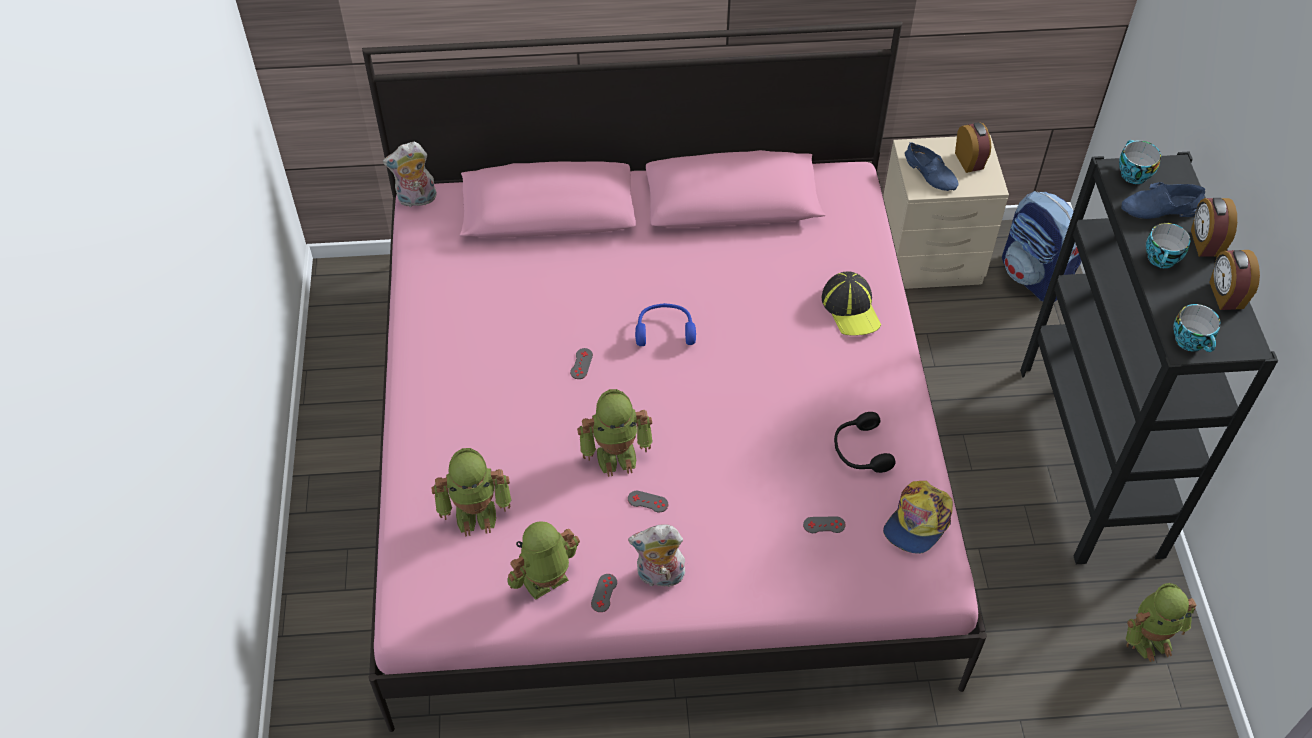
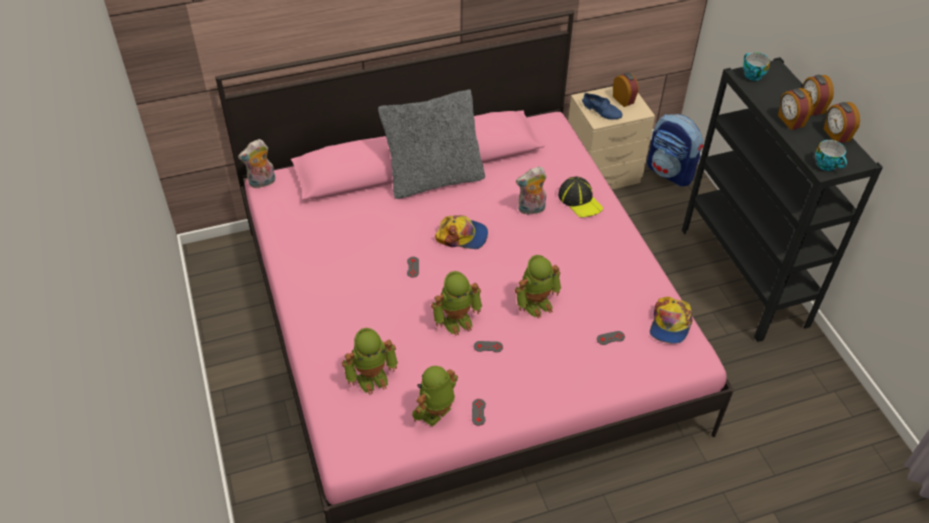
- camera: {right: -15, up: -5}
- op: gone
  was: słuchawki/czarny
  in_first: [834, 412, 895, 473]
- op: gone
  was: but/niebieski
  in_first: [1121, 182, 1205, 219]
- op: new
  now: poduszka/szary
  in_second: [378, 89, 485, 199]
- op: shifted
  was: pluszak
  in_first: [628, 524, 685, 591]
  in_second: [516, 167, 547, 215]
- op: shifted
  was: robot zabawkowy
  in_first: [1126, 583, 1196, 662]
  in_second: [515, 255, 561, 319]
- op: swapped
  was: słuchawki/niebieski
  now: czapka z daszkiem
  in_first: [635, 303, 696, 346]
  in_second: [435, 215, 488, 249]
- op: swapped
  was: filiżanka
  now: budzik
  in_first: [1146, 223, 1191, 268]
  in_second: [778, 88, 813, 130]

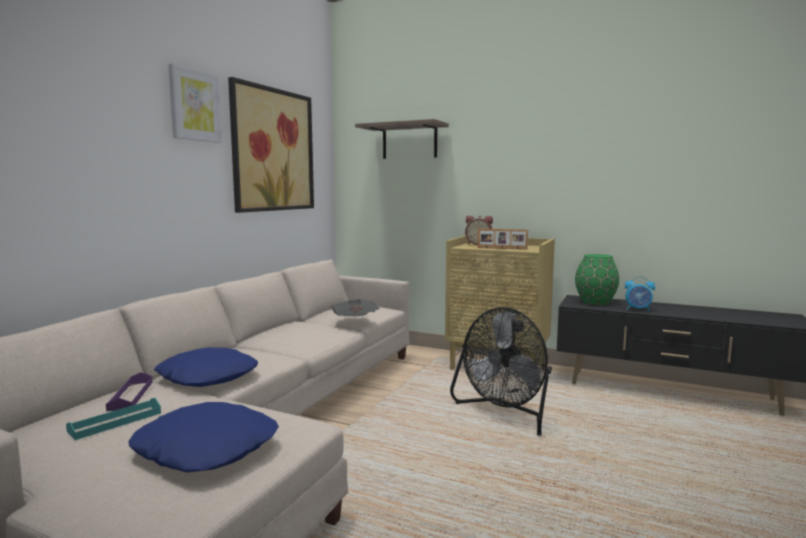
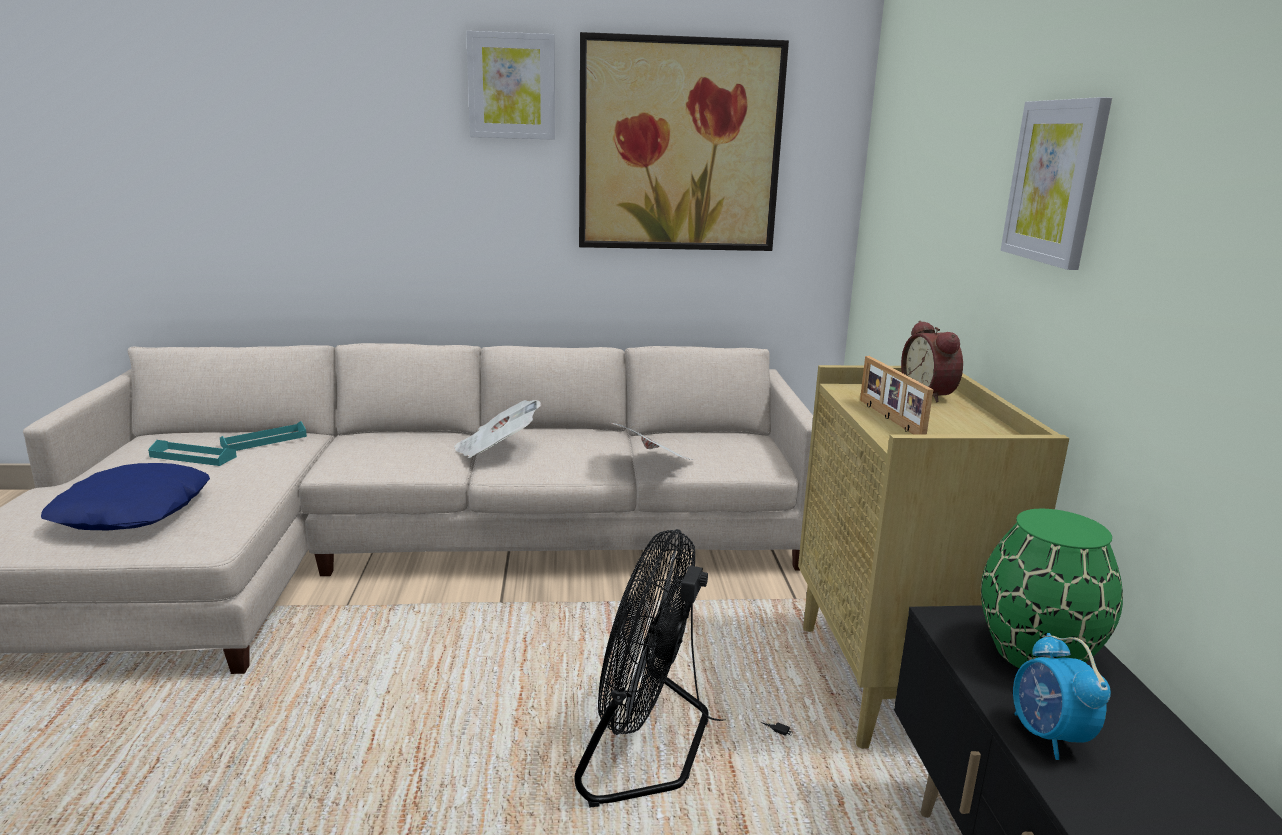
- camera: {right: 60, up: 10}
- op: gone
  was: poduszka/niebieski
  in_first: [154, 347, 258, 387]
- op: gone
  was: półka
  in_first: [355, 119, 449, 159]
- op: new
  now: gazeta
  in_second: [454, 400, 541, 458]
- op: new
  now: obraz
  in_second: [1001, 97, 1112, 270]
- op: repainted
  was: taca/fioletowy
  now: taca/turkusowy
  in_first: [106, 372, 153, 411]
  in_second: [220, 421, 307, 451]

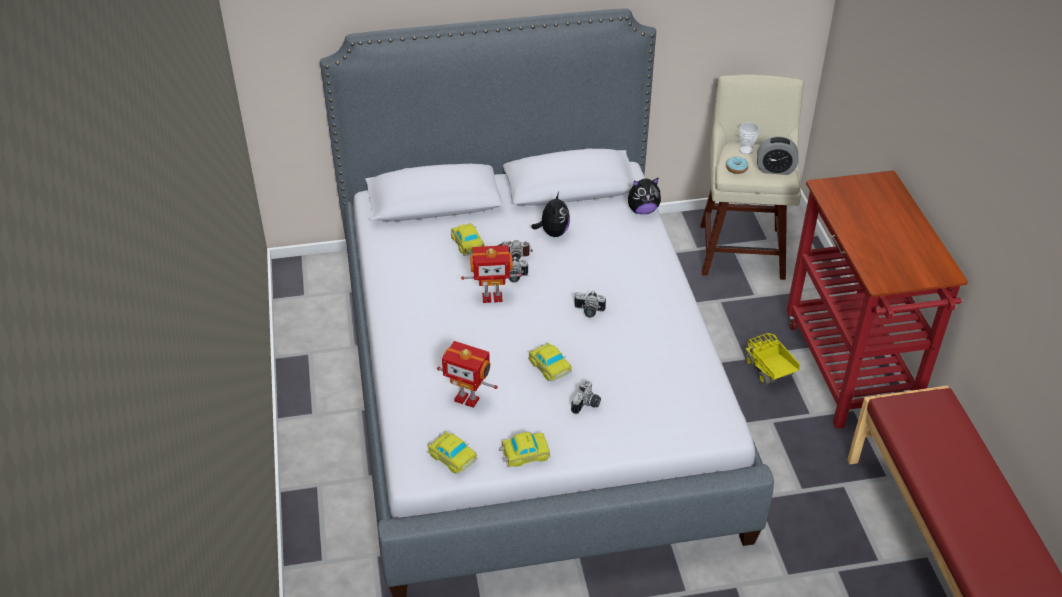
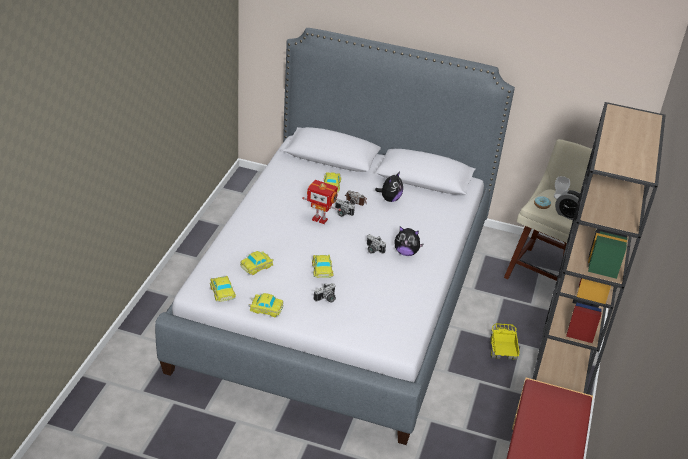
- camera: {right: 25, up: -5}
- op: shifted
  was: pluszak
  in_first: [628, 177, 661, 215]
  in_second: [395, 227, 423, 256]
- op: swapped
  was: robot zabawkowy
  now: samochodzik
  in_first: [437, 341, 498, 408]
  in_second: [240, 251, 274, 275]
- op: swapped
  was: wózek/czerwony
  now: regał
  in_first: [786, 171, 968, 429]
  in_second: [533, 102, 665, 394]

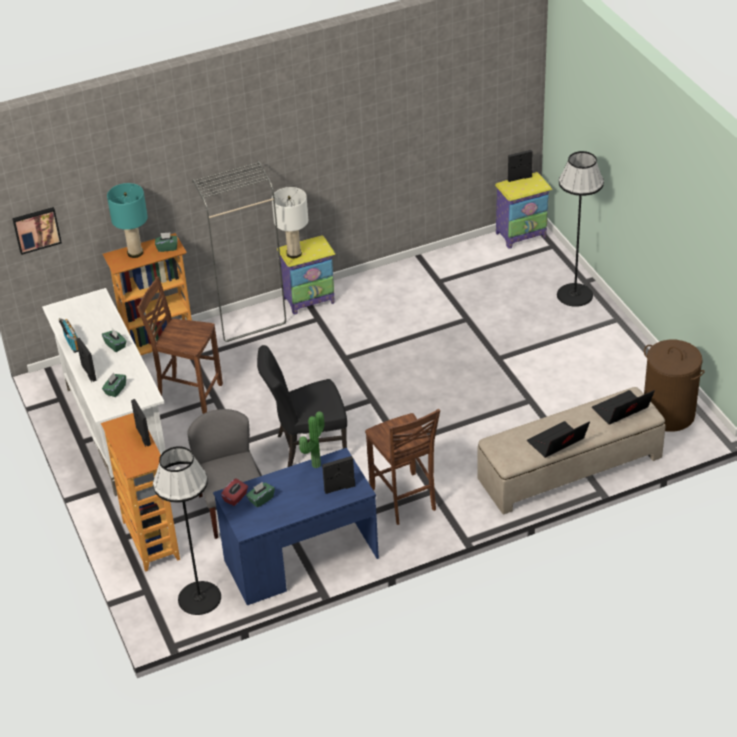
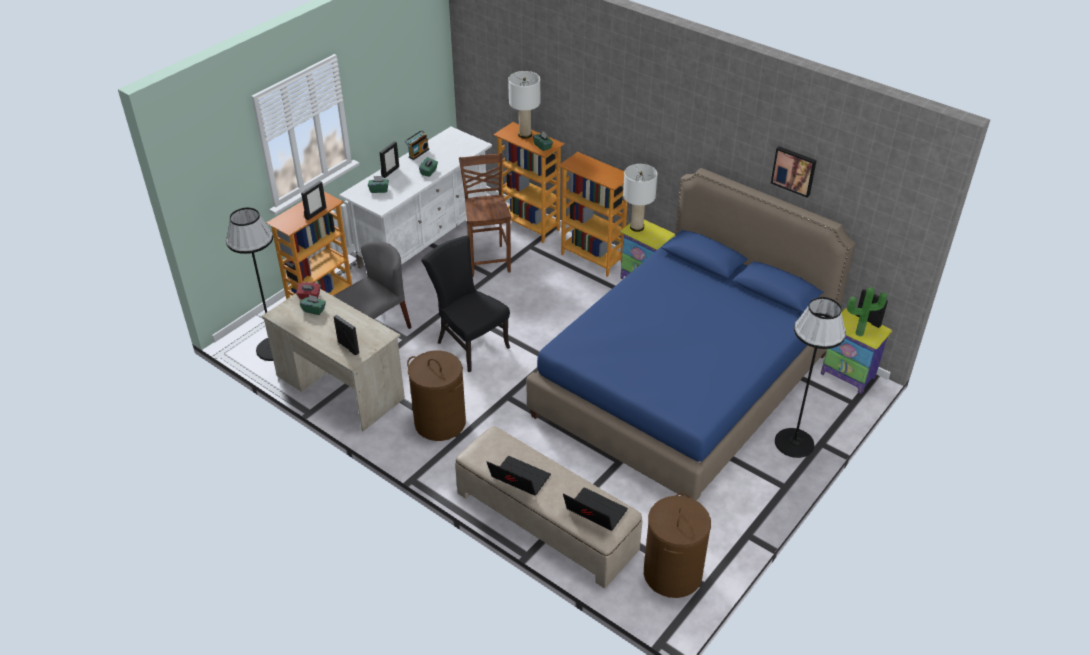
- camera: {right: 60, up: 0}
- op: new
  now: łóżko/niebieski
  in_second: [526, 168, 856, 501]
- op: shifted
  was: obraz
  in_first: [12, 207, 62, 255]
  in_second: [771, 146, 817, 198]
- op: shifted
  was: roślina doniczkowa
  in_first: [299, 411, 325, 468]
  in_second: [847, 288, 887, 336]
- op: swapped
  was: wieszak/szary
  now: regał
  in_first: [192, 160, 286, 342]
  in_second: [558, 152, 628, 277]
- op: swapped
  was: krzesło/brązowy
  now: kosz na pranie/brązowy
  in_first: [365, 409, 440, 525]
  in_second: [407, 350, 466, 441]
- op: repainted
  was: lampa stołowa/turkusowy
  now: lampa stołowa/biały
  in_first: [107, 183, 148, 258]
  in_second: [508, 71, 540, 139]
- op: repainted
  was: biurko/niebieski
  now: biurko/beżowy
  in_first: [213, 448, 379, 605]
  in_second: [262, 289, 405, 431]

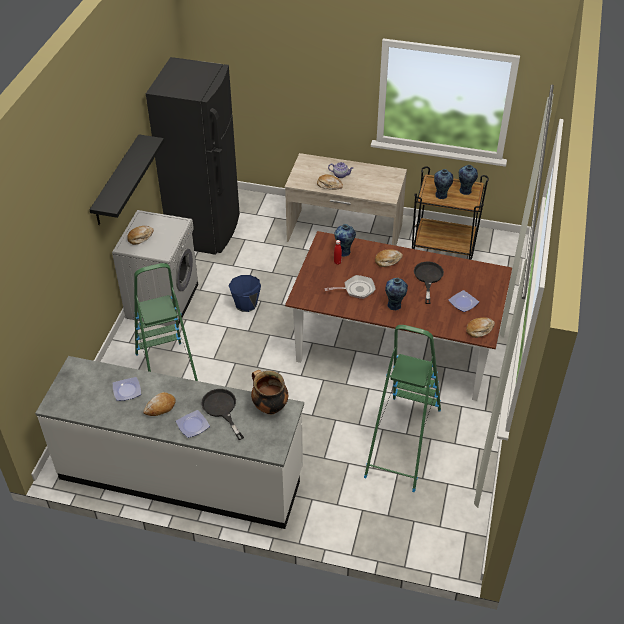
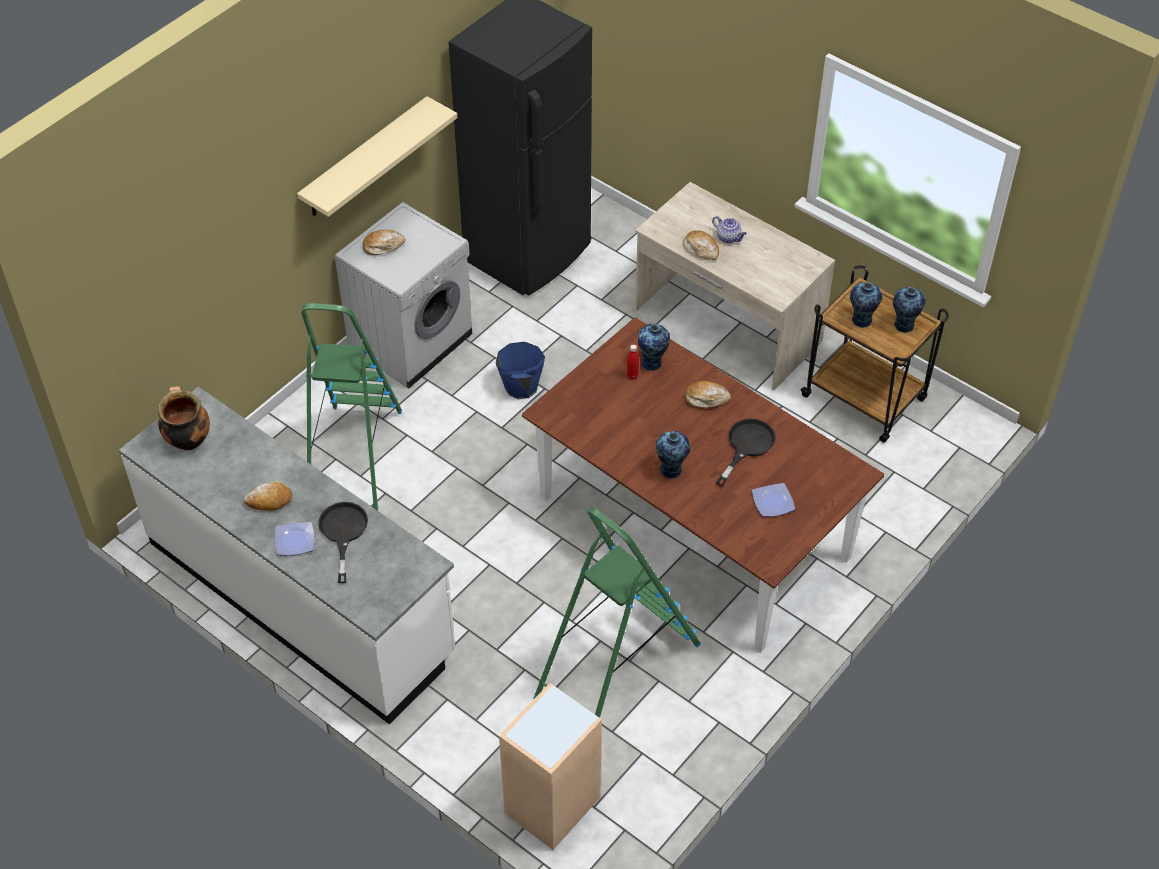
- camera: {right: 25, up: 5}
- op: gone
  was: talerz
  in_first: [113, 377, 141, 401]
- op: gone
  was: patelnia
  in_first: [324, 275, 376, 299]
- op: gone
  was: chleb
  in_first: [466, 317, 495, 338]
- op: new
  now: regał
  in_second: [499, 683, 602, 850]
- op: shifted
  was: garnek
  in_first: [251, 370, 288, 414]
  in_second: [158, 386, 210, 451]
- op: repainted
  was: półka/czarny
  now: półka/beżowy
  in_first: [89, 134, 164, 225]
  in_second: [297, 96, 457, 217]

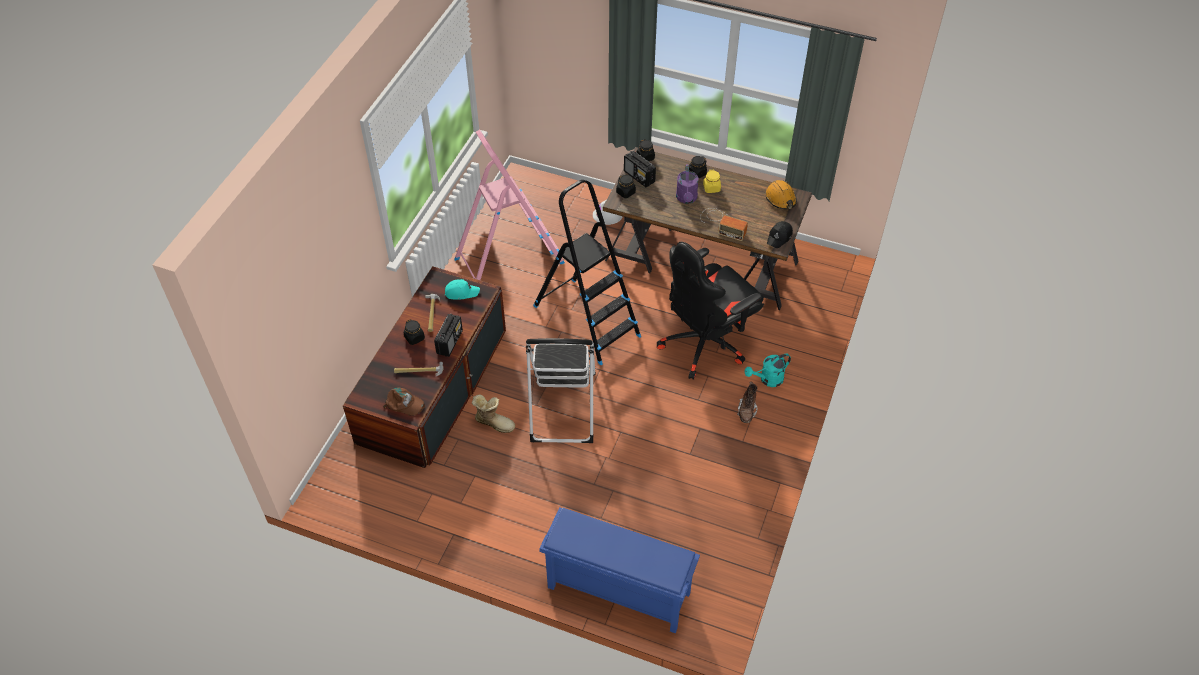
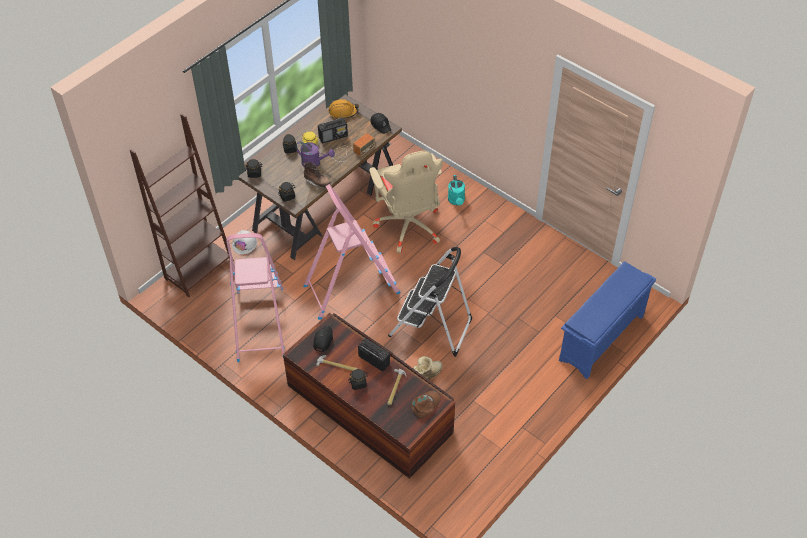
- camera: {right: -70, up: 0}
- op: new
  now: regał/brązowy
  in_second: [130, 113, 234, 297]
- op: shifted
  was: radio
  in_first: [624, 151, 656, 187]
  in_second: [318, 118, 348, 143]
- op: shifted
  was: but z cholewką/brązowy
  in_first: [737, 381, 757, 423]
  in_second: [303, 162, 331, 188]
- op: repainted
  was: czapka z daszkiem/turkusowy
  now: czapka z daszkiem/czarny
  in_first: [445, 279, 480, 300]
  in_second: [313, 326, 333, 352]
- op: repainted
  was: drabinka/czarny
  now: drabinka/różowy
  in_first: [533, 180, 641, 365]
  in_second: [303, 184, 401, 320]
- op: repainted
  was: krzesło biurowe/czarny
  now: krzesło biurowe/beżowy
  in_first: [657, 242, 764, 379]
  in_second: [369, 151, 443, 254]

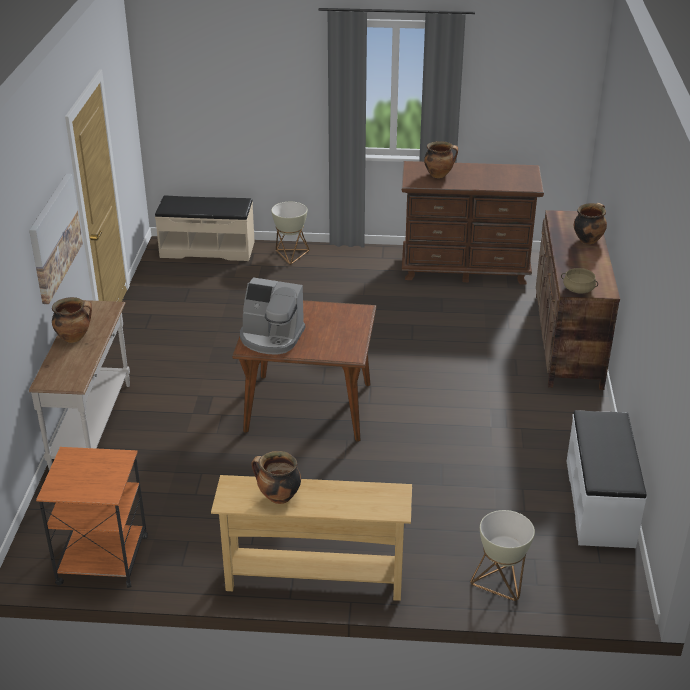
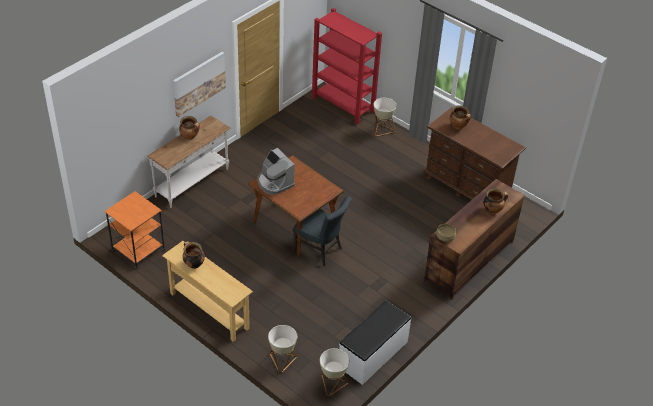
- camera: {right: 35, up: 10}
- op: new
  now: krzesło/szary
  in_second: [293, 196, 352, 266]
- op: new
  now: donica
  in_second: [320, 348, 349, 396]
- op: swapped
  was: ławka/beżowy
  now: regał/czerwony
  in_first: [155, 195, 255, 261]
  in_second: [312, 8, 382, 124]

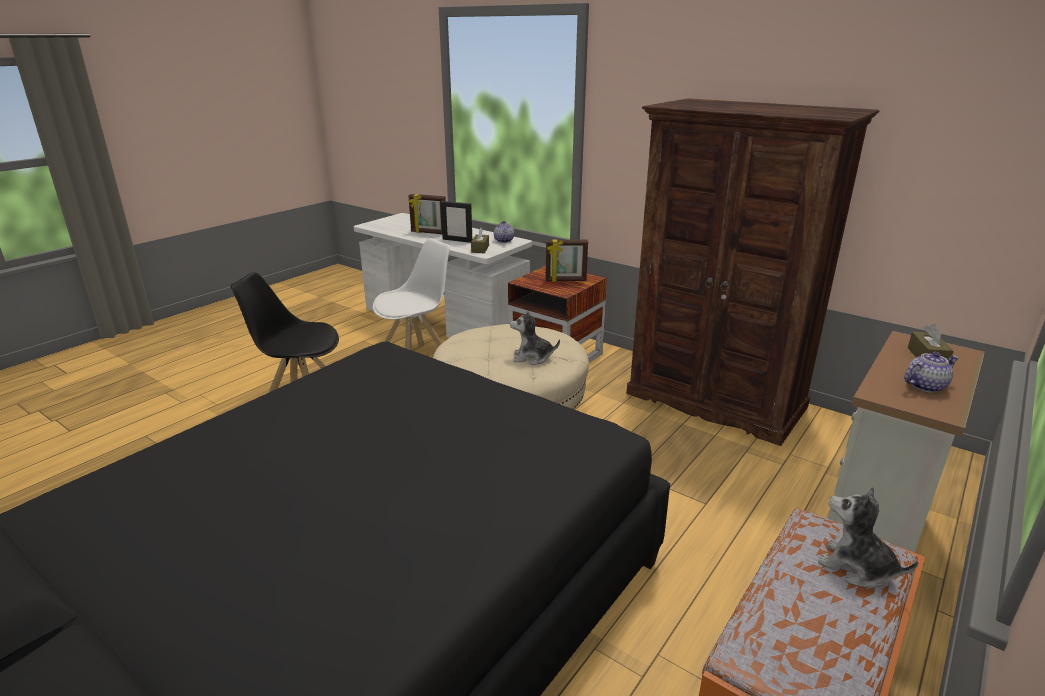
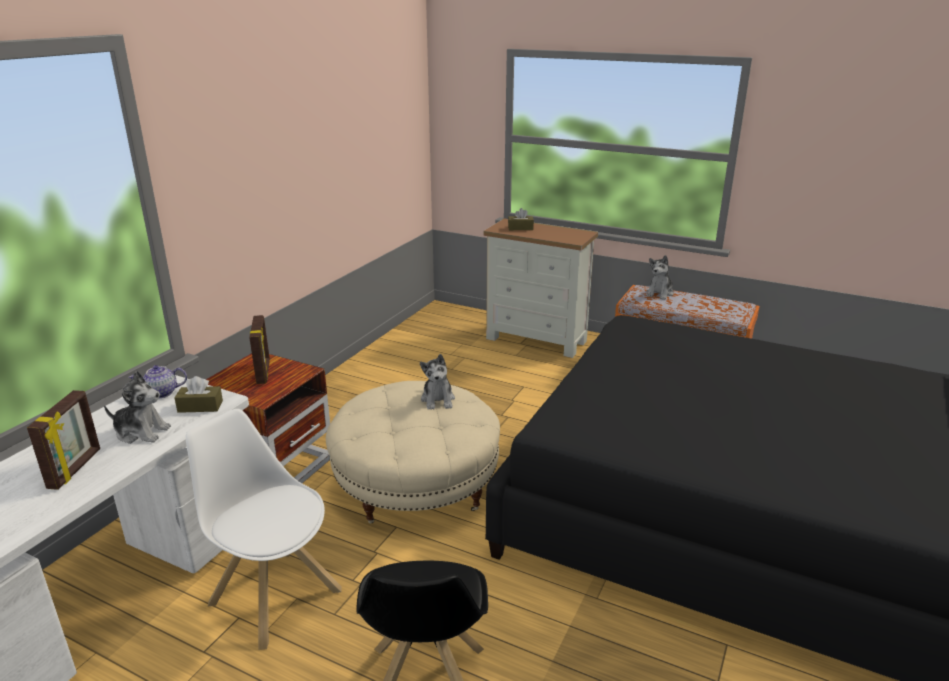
- camera: {right: -100, up: 0}
- op: gone
  was: szafa/brązowy
  in_first: [627, 98, 880, 446]
- op: gone
  was: imbryk
  in_first: [904, 352, 959, 393]
- op: swapped
  was: ramka na zdjęcie
  now: pluszak
  in_first: [441, 201, 472, 243]
  in_second: [104, 371, 171, 444]

